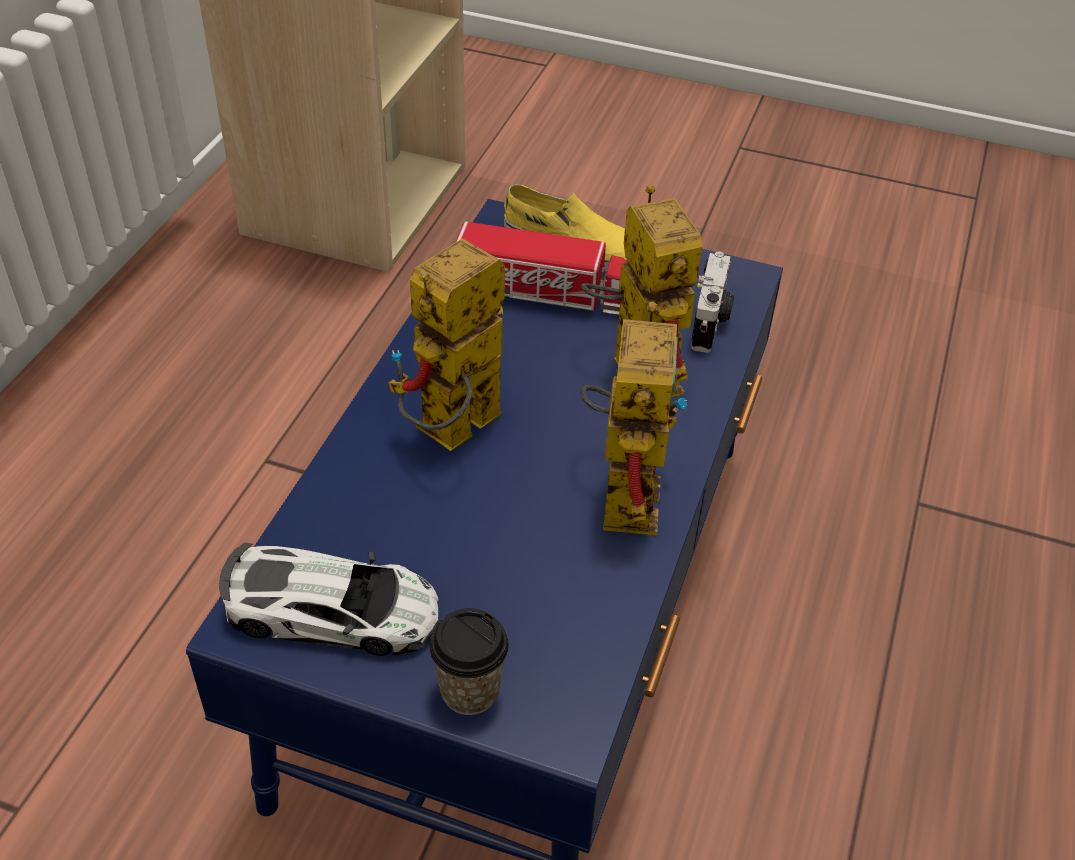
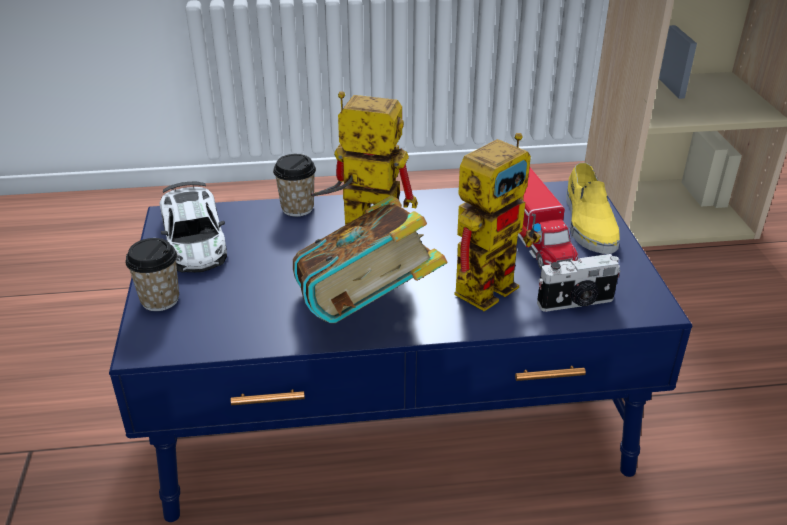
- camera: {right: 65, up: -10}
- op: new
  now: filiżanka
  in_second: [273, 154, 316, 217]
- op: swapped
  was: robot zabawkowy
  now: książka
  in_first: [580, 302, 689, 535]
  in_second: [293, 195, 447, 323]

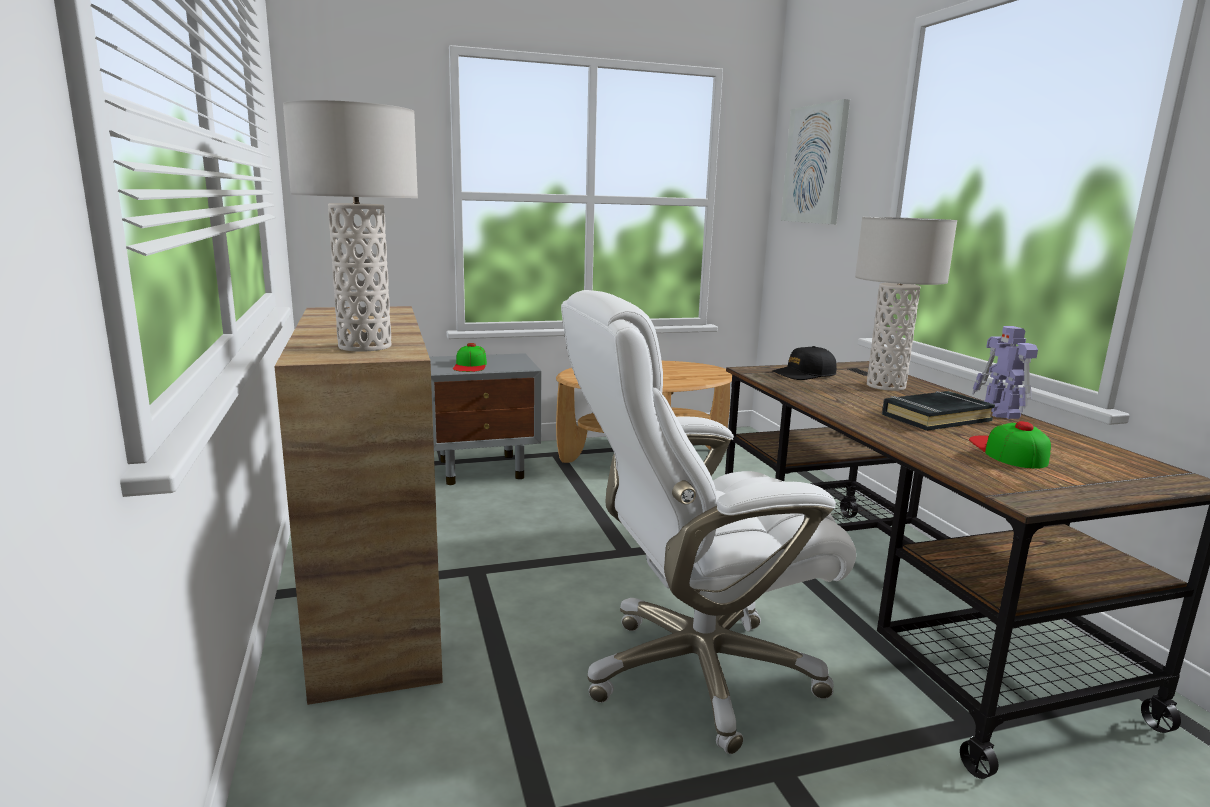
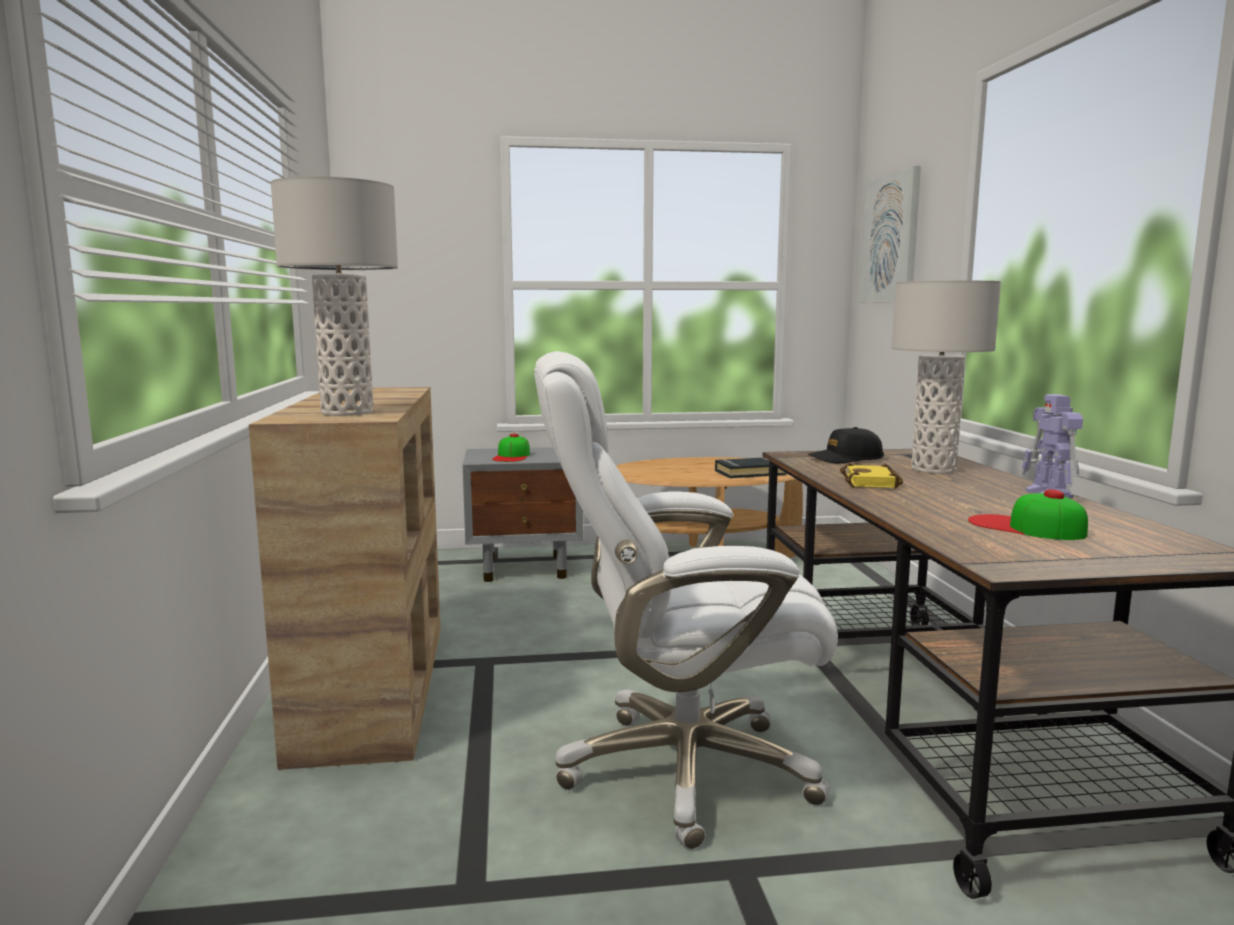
- camera: {right: 10, up: -5}
- op: new
  now: książka/żółty
  in_second: [840, 463, 903, 488]
- op: shifted
  was: książka/czarny
  in_first: [882, 391, 995, 431]
  in_second: [715, 457, 786, 478]
- op: rotated
  was: czapka z daszkiem
  in_first: [969, 421, 1051, 469]
  in_second: [968, 489, 1088, 540]
  clockwise: -60

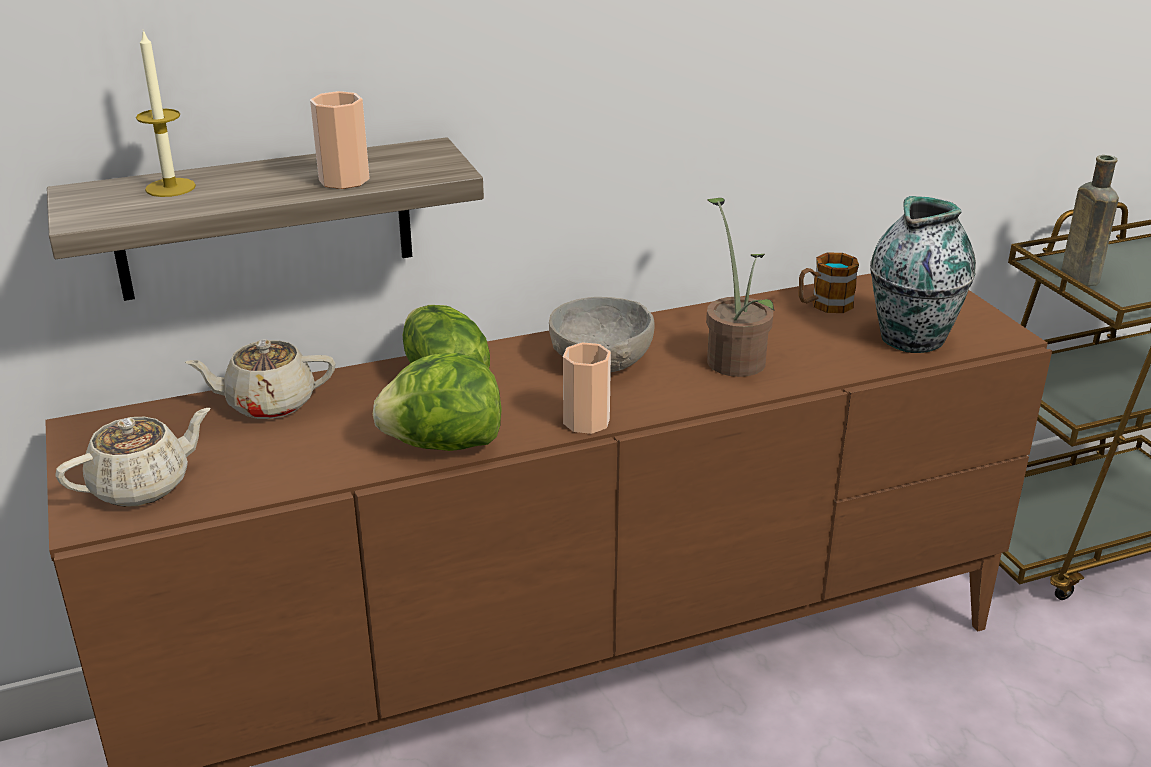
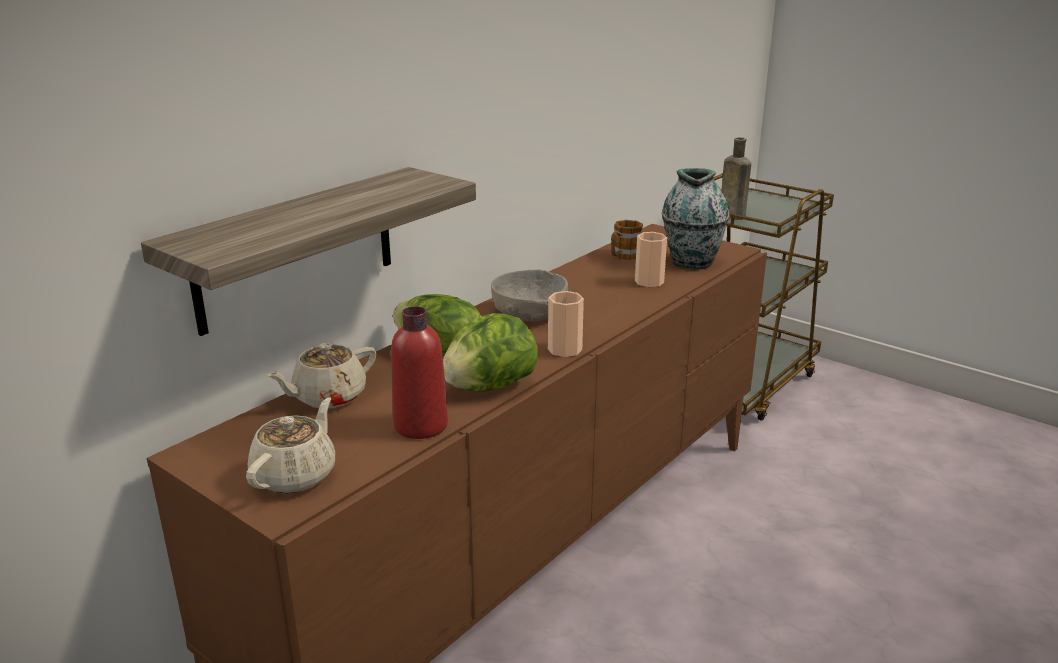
- camera: {right: -30, up: -5}
- op: gone
  was: świeca
  in_first: [136, 30, 196, 197]
- op: gone
  was: roślina doniczkowa
  in_first: [706, 198, 774, 377]
- op: new
  now: butelka/czerwony
  in_second: [391, 306, 448, 439]
- op: shifted
  was: filiżanka
  in_first: [310, 91, 370, 189]
  in_second: [635, 232, 667, 287]

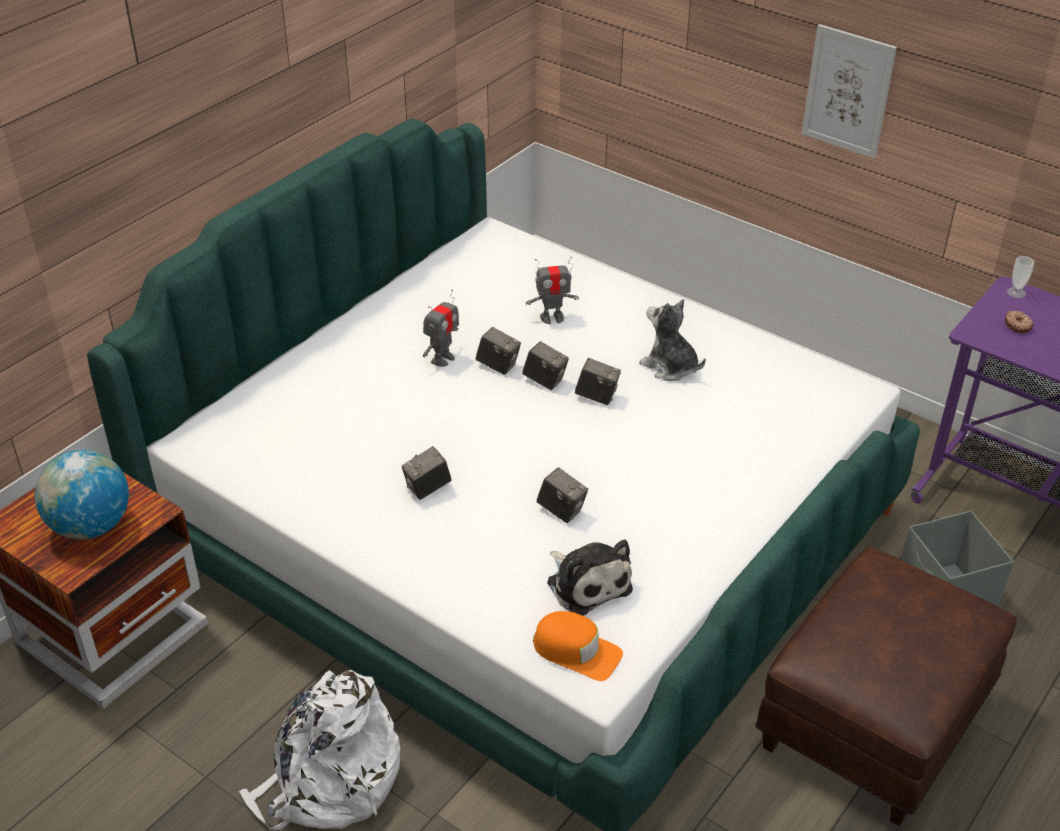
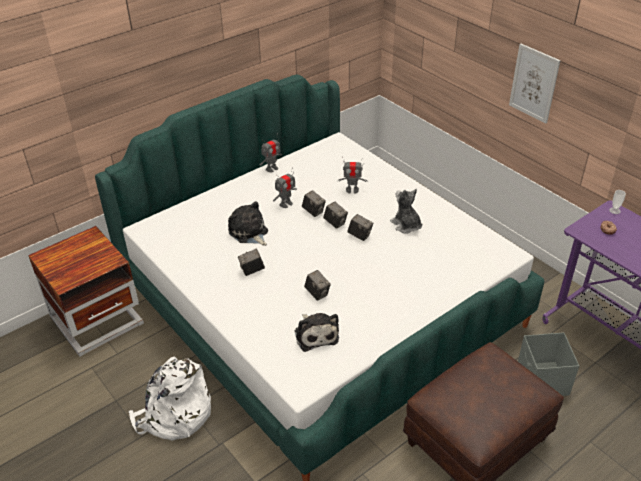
- camera: {right: 15, up: 0}
- op: gone
  was: globus
  in_first: [35, 450, 129, 539]
- op: gone
  was: czapka z daszkiem/pomarańczowy
  in_first: [533, 611, 623, 681]
- op: new
  now: pluszak
  in_second: [228, 201, 268, 246]
- op: new
  now: robot zabawkowy
  in_second: [260, 133, 282, 172]

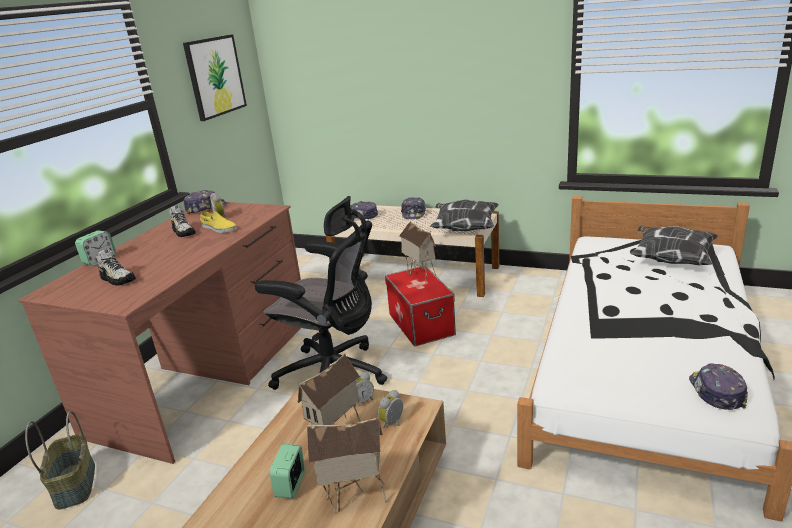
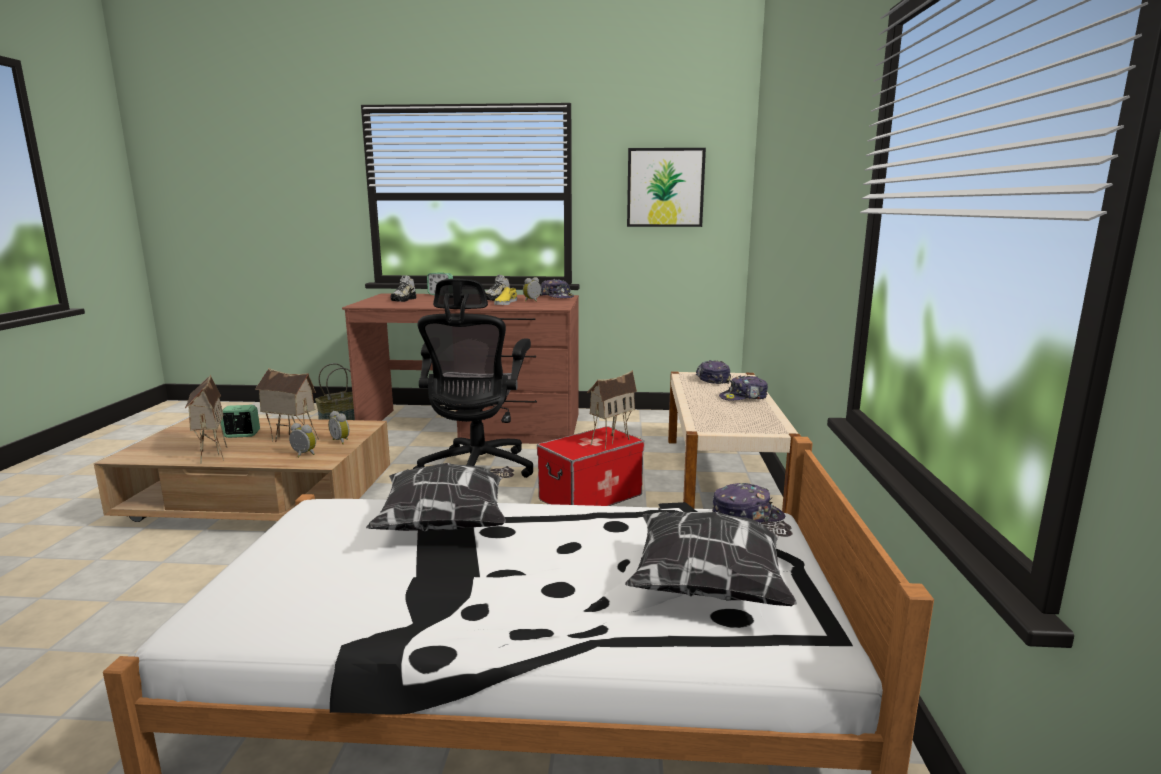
- camera: {right: 70, up: -10}
- op: shifted
  was: poduszka
  in_first: [430, 199, 499, 231]
  in_second: [366, 463, 514, 531]
- op: shifted
  was: czapka z daszkiem
  in_first: [689, 363, 748, 410]
  in_second: [712, 483, 785, 523]

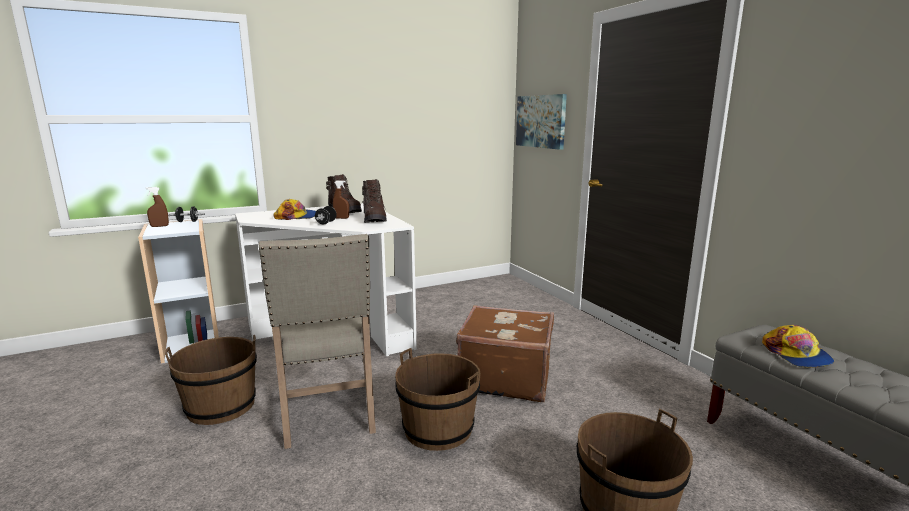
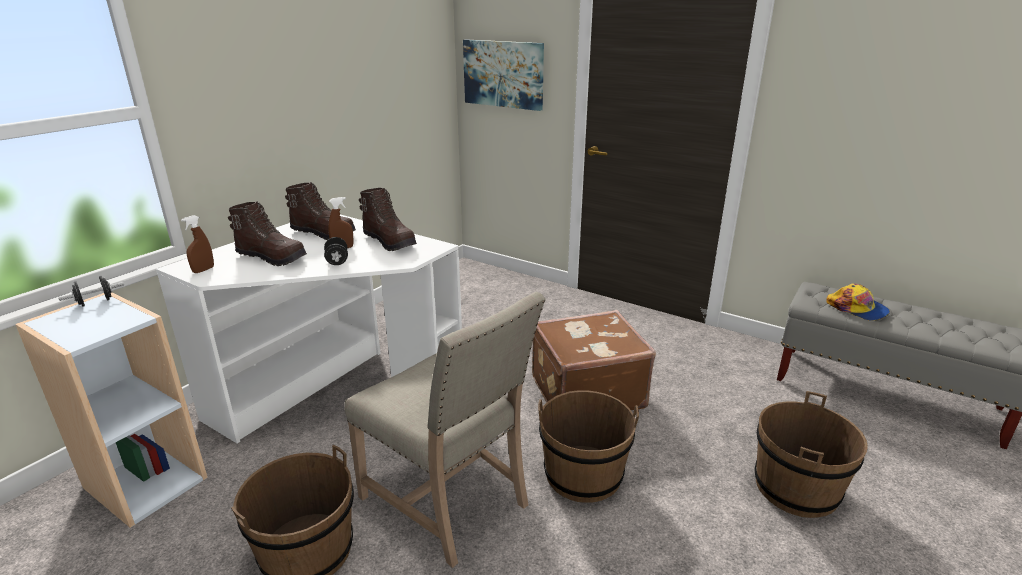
- camera: {right: -30, up: 10}
- op: shifted
  was: spryskiwacz/brązowy
  in_first: [146, 187, 169, 227]
  in_second: [181, 215, 214, 273]
- op: swapped
  was: czapka z daszkiem
  now: but z cholewką/brązowy
  in_first: [273, 199, 316, 220]
  in_second: [228, 201, 307, 266]

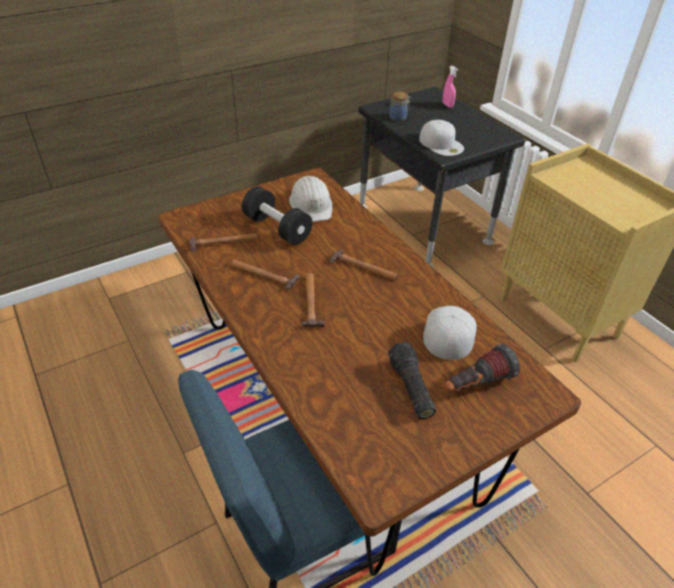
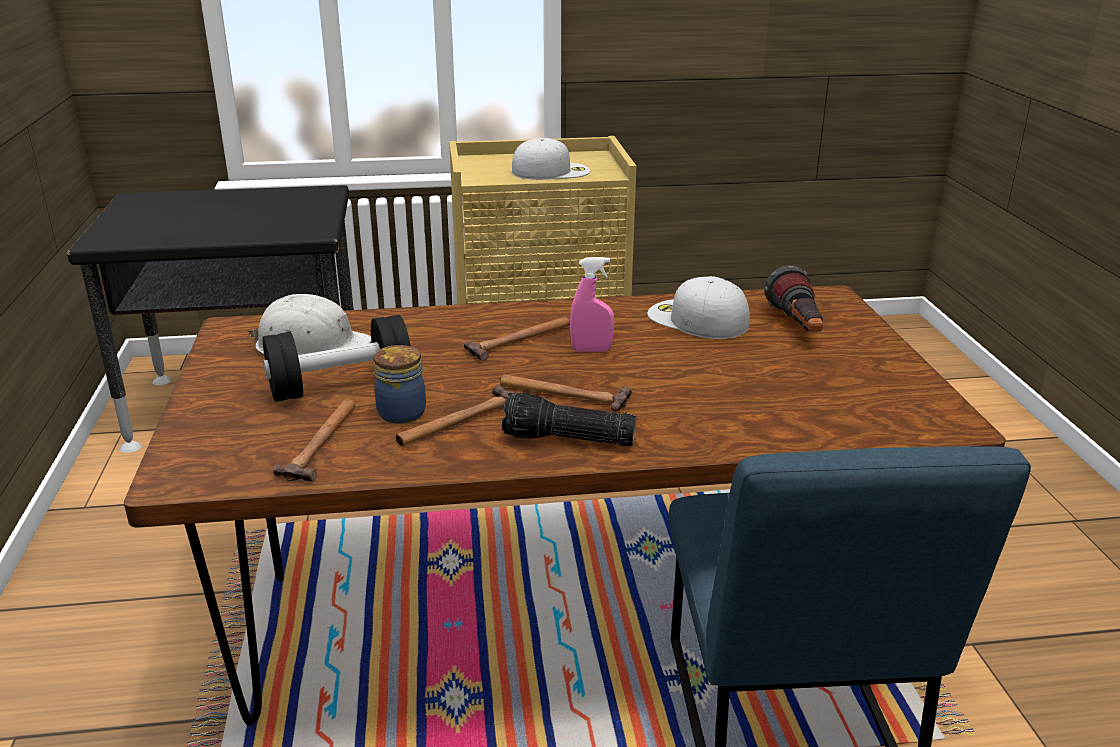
- camera: {right: -65, up: -15}
- op: shifted
  was: latarka
  in_first: [388, 342, 436, 419]
  in_second: [502, 392, 636, 446]
- op: shifted
  was: słoik
  in_first: [389, 92, 411, 122]
  in_second: [373, 345, 426, 424]
- op: shifted
  was: czapka z daszkiem/biały
  in_first: [419, 120, 464, 156]
  in_second: [512, 138, 590, 180]
- op: shifted
  was: spryskiwacz/różowy
  in_first: [443, 66, 458, 108]
  in_second: [570, 257, 614, 352]

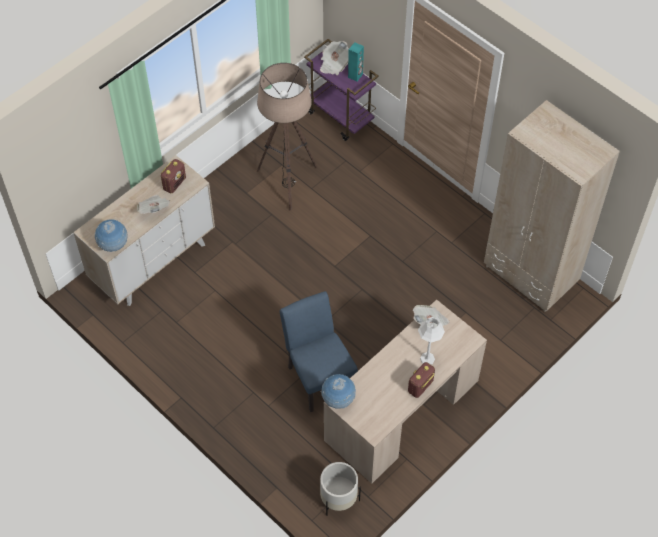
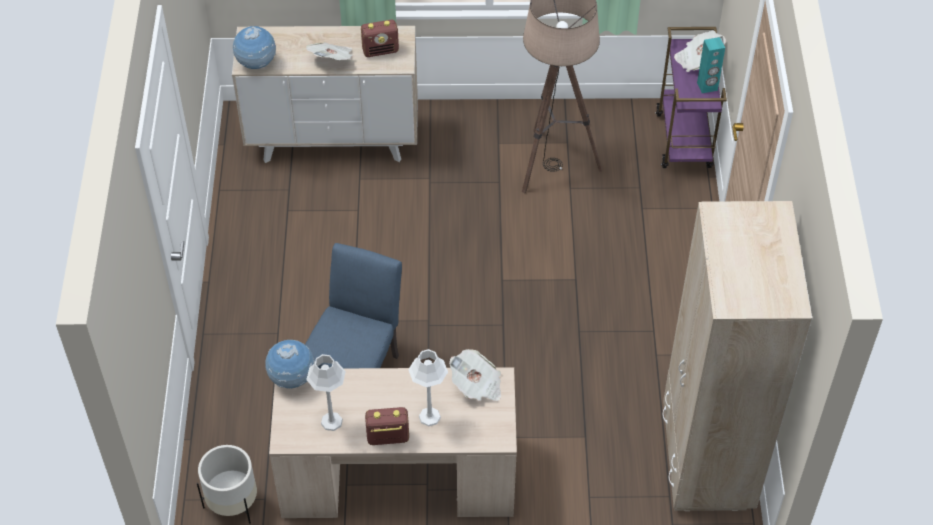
- camera: {right: 45, up: -5}
- op: new
  now: lampa stołowa/szary
  in_second: [306, 354, 346, 431]

